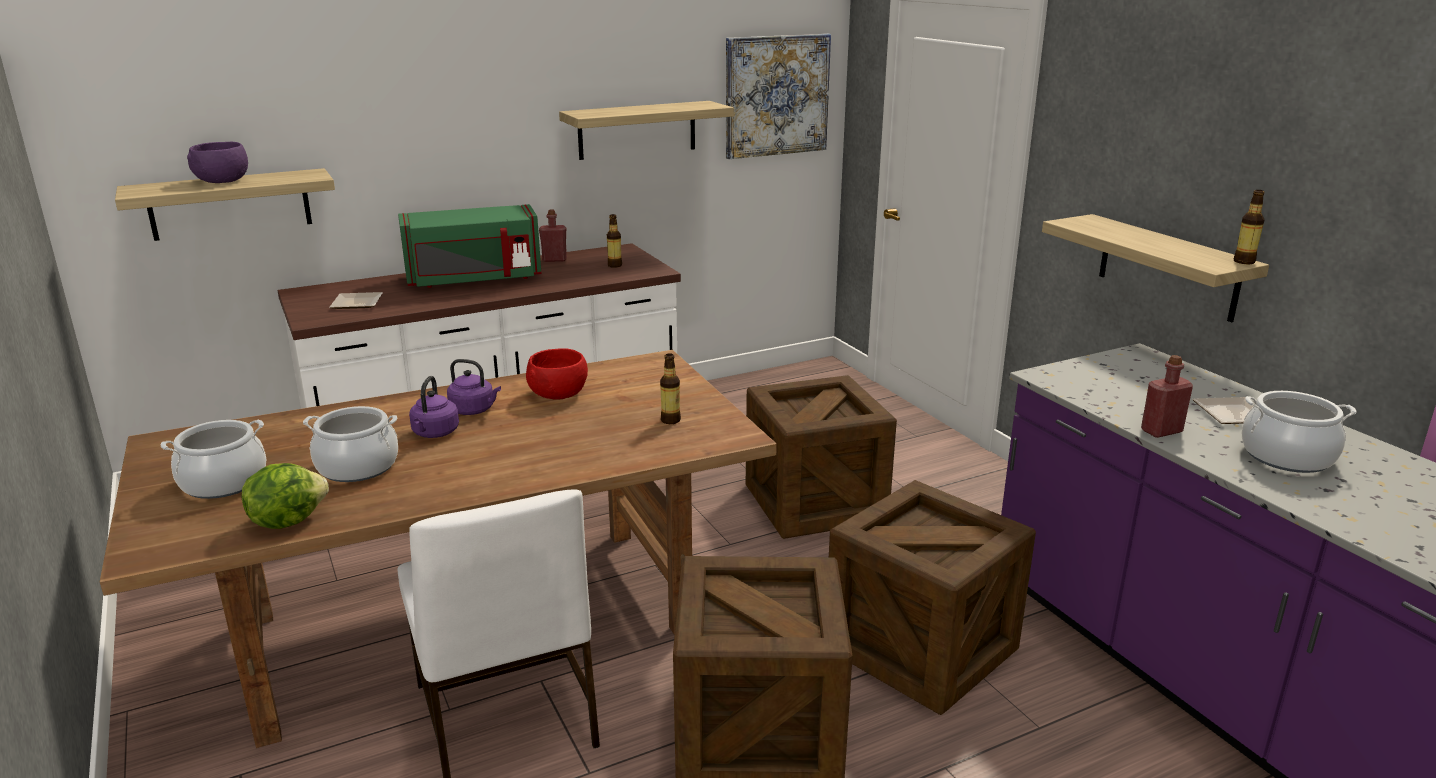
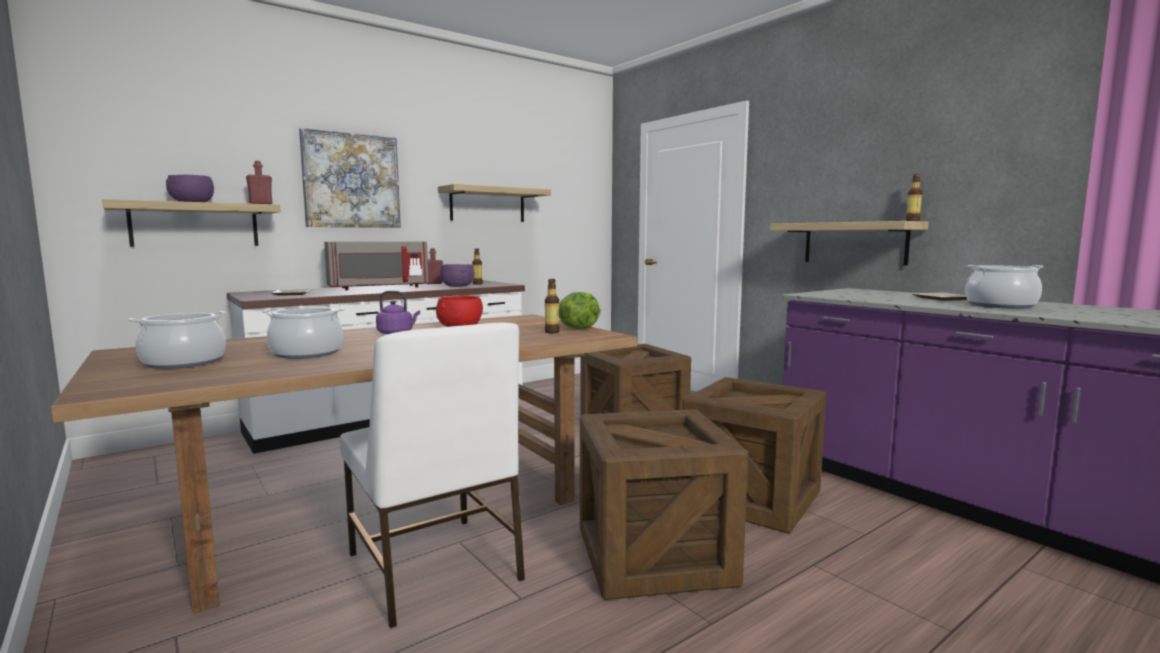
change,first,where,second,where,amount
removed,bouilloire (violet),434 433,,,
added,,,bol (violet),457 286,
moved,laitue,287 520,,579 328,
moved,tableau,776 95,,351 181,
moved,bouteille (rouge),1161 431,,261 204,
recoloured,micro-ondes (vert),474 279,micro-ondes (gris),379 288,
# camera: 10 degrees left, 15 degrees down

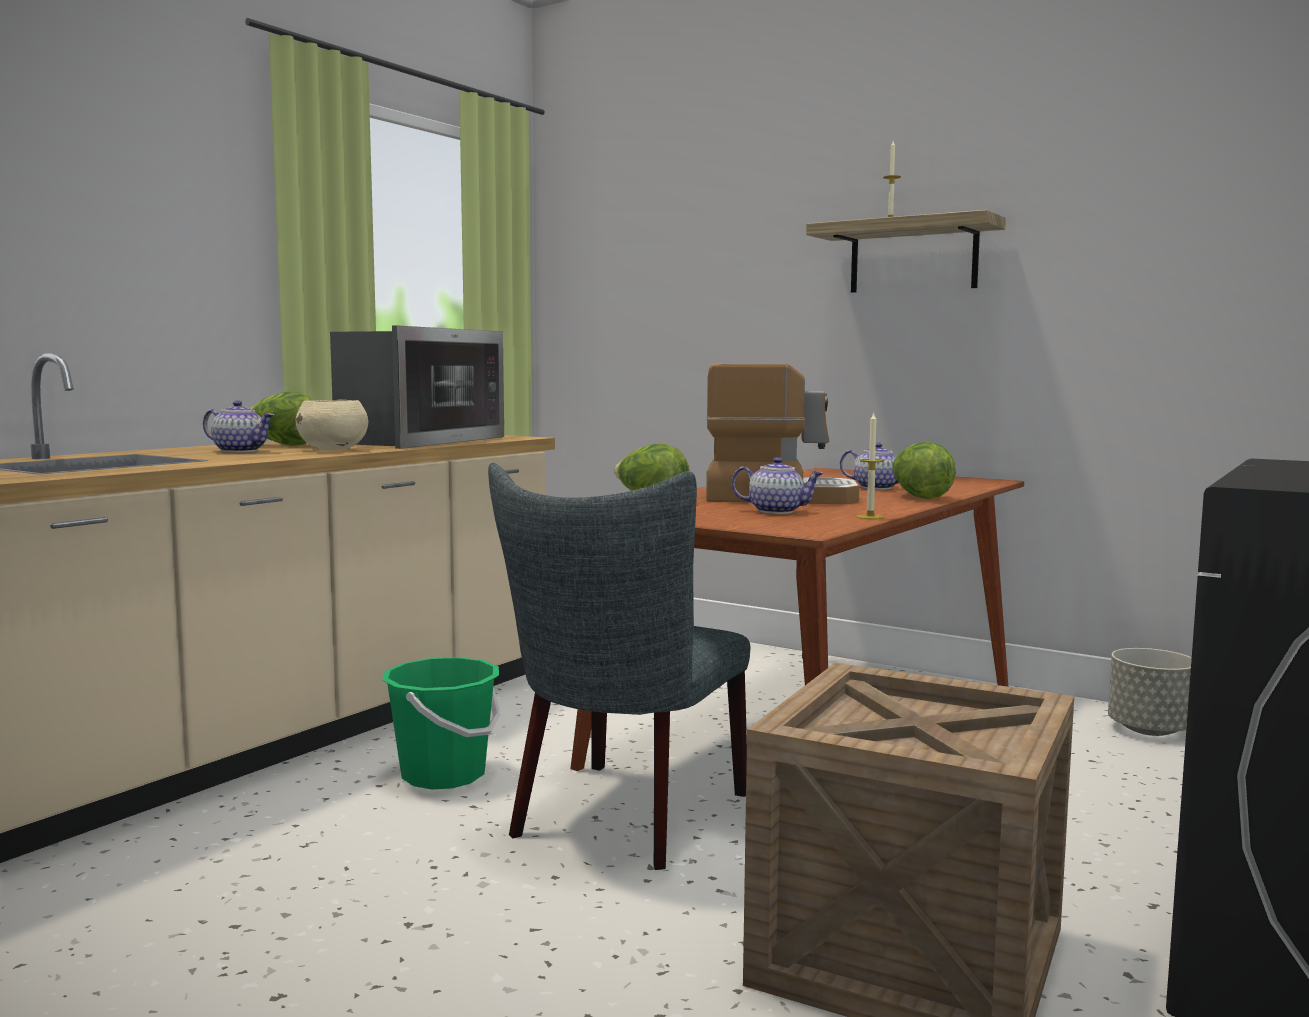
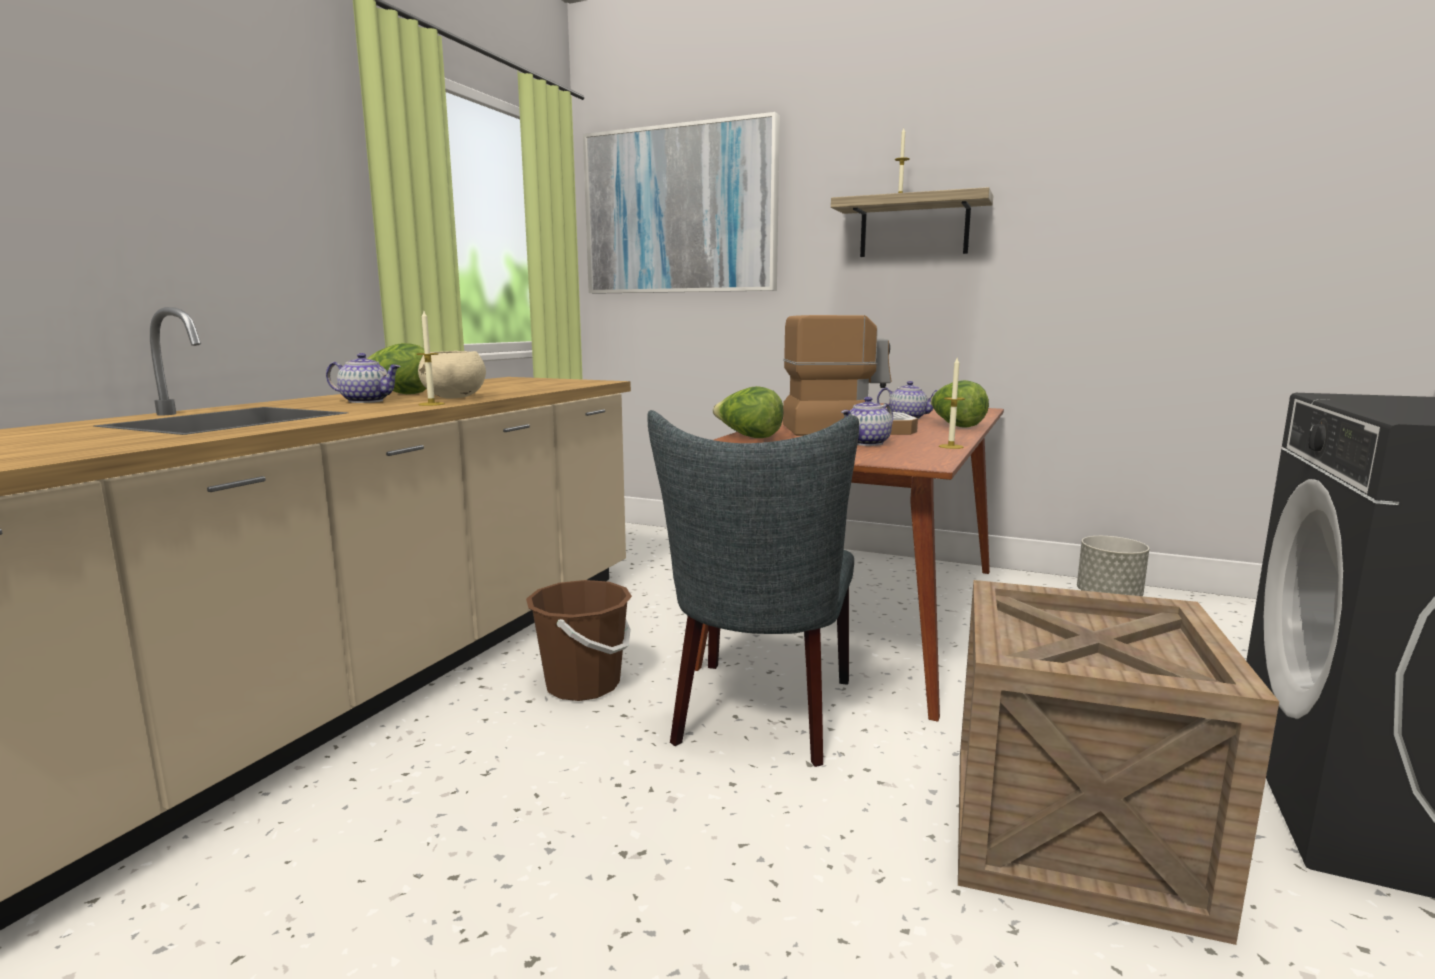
change,first,where,second,where,amount
removed,micro-ondes,418 440,,,
added,,,bougie,431 404,
added,,,tableau,680 211,
recoloured,seau (vert),444 775,seau (marron),583 685,
turned,théière,777 511,,867 443,135 degrees clockwise
# camera: 10 degrees left, 5 degrees up

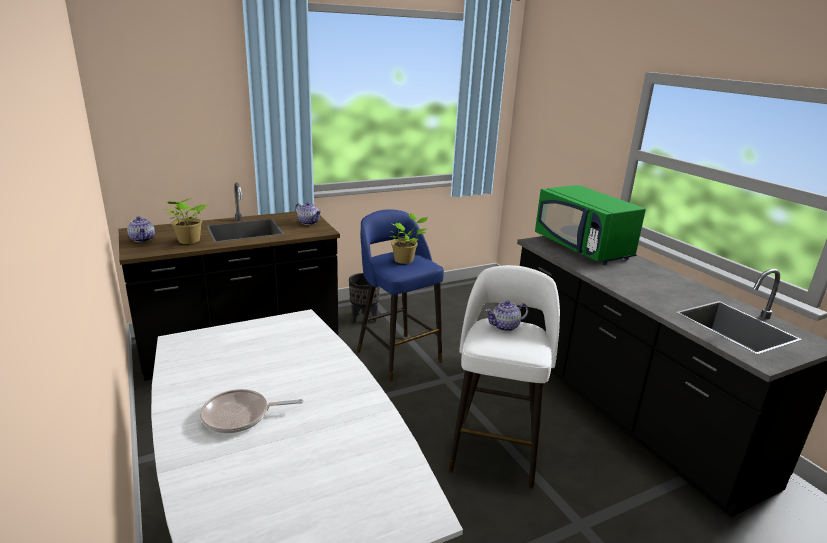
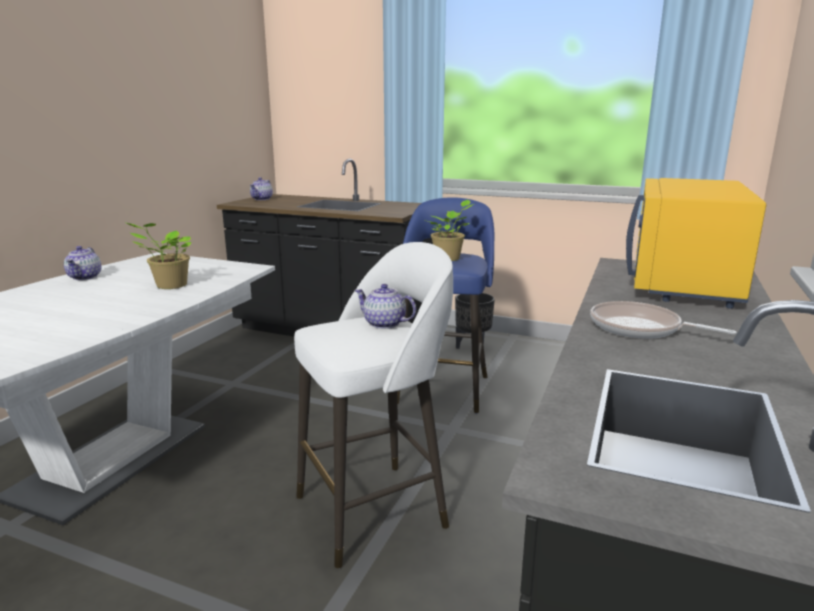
change,first,where,second,where,amount
moved,plante en pot,188 241,,169 286,
moved,poêle,240 416,,640 328,
moved,théière,309 222,,85 277,
recoloured,micro-ondes (vert),583 248,micro-ondes (jaune),683 282,
# camera: 50 degrees right, 5 degrees down

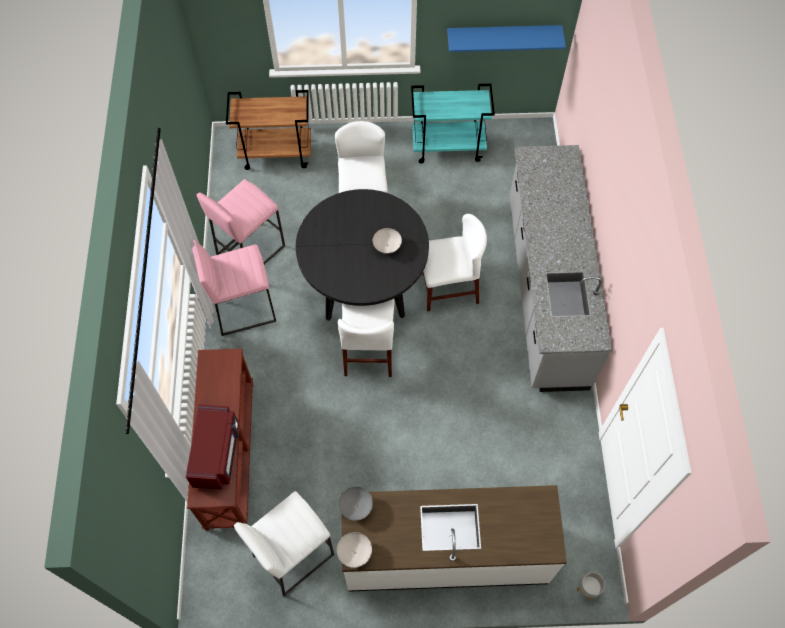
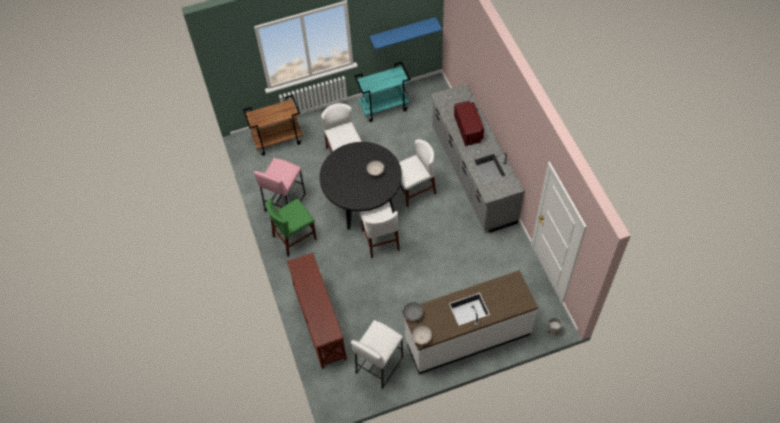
change,first,where,second,where,amount
moved,micro-ondes (rouge),217 453,,468 129,
replaced,tabouret (rose),244 308,chaise (vert),294 237,
# camera: 15 degrees left, 5 degrees down

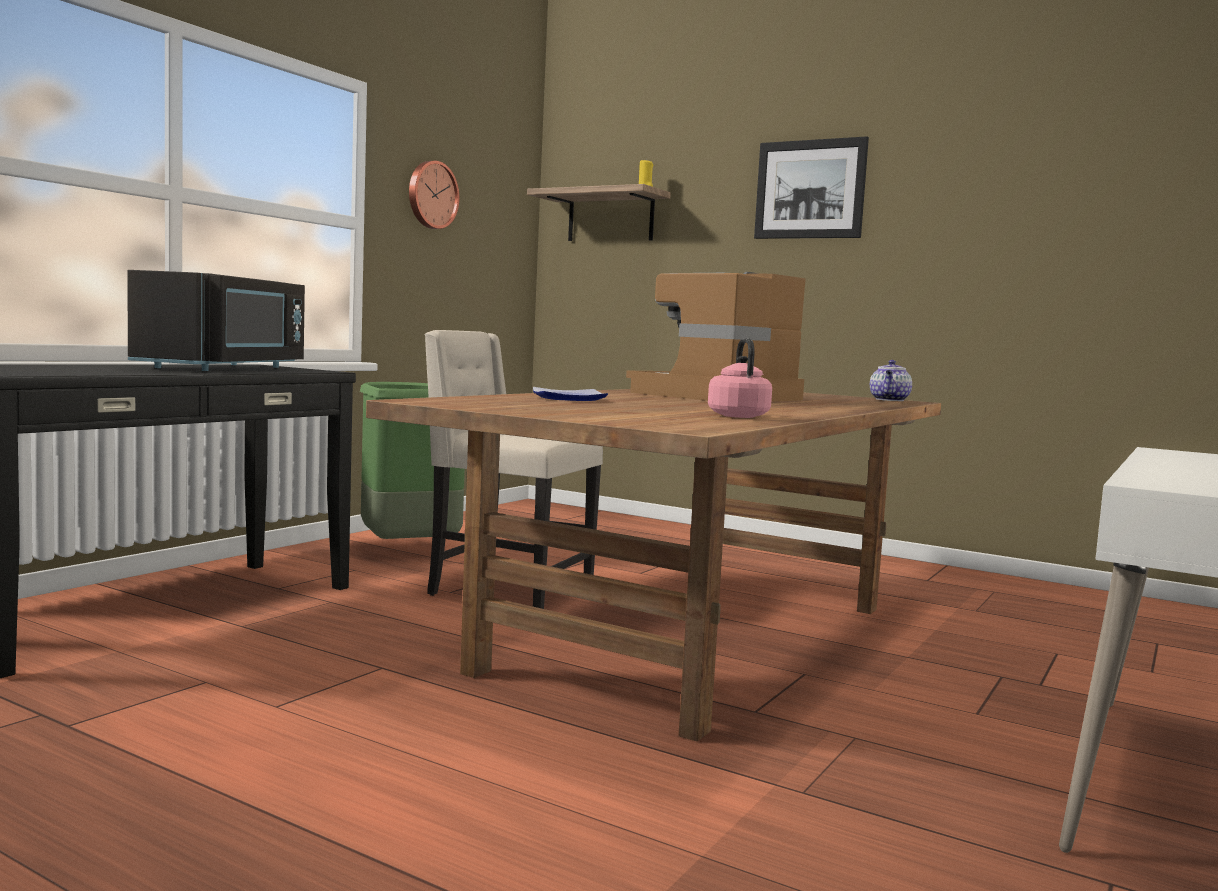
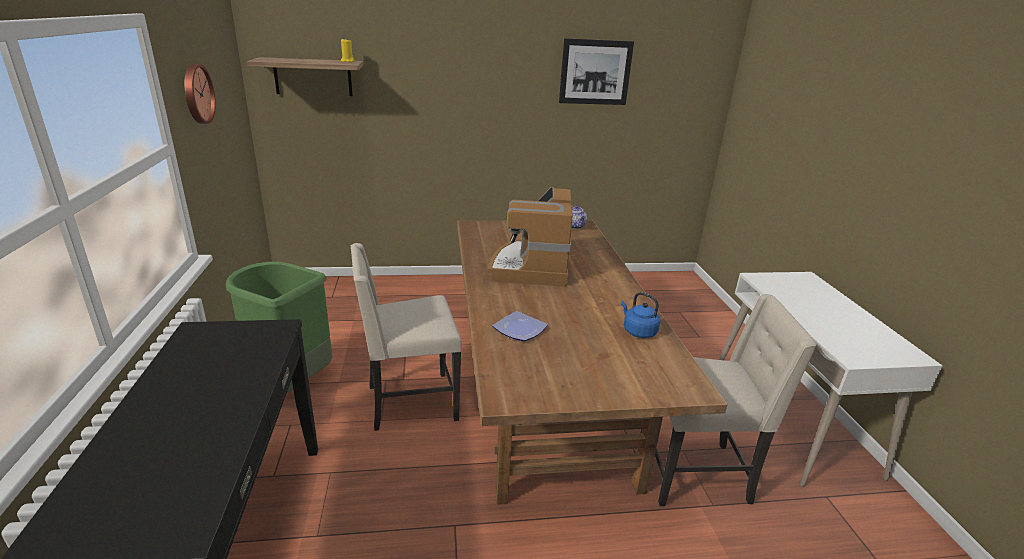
change,first,where,second,where,amount
removed,micro-ondes (noir),226 368,,,
added,,,chaise (beige),695 472,
moved,tableau,810 189,,595 72,
recoloured,bouilloire (rose),737 416,bouilloire (bleu),638 331,
# camera: 40 degrees left, 20 degrees up

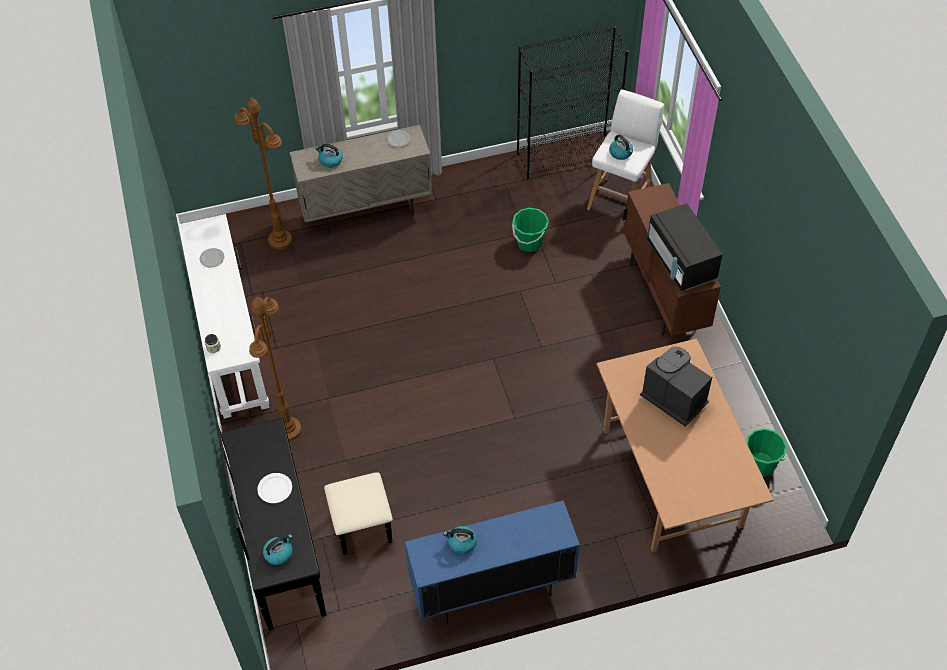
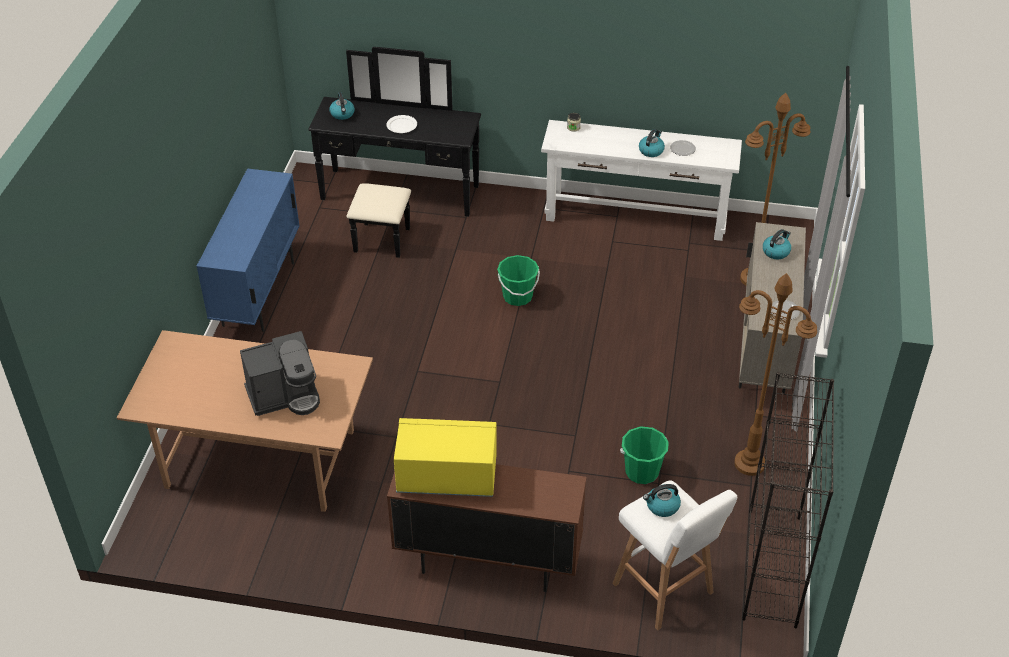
change,first,where,second,where,amount
moved,lampadaire (marron),288 429,,750 463,
moved,bouilloire,461 543,,651 150,
moved,seau (vert),760 464,,517 296,
recoloured,micro-ondes (noir),681 262,micro-ondes (jaune),446 476,
# camera: 115 degrees right, 10 degrees down

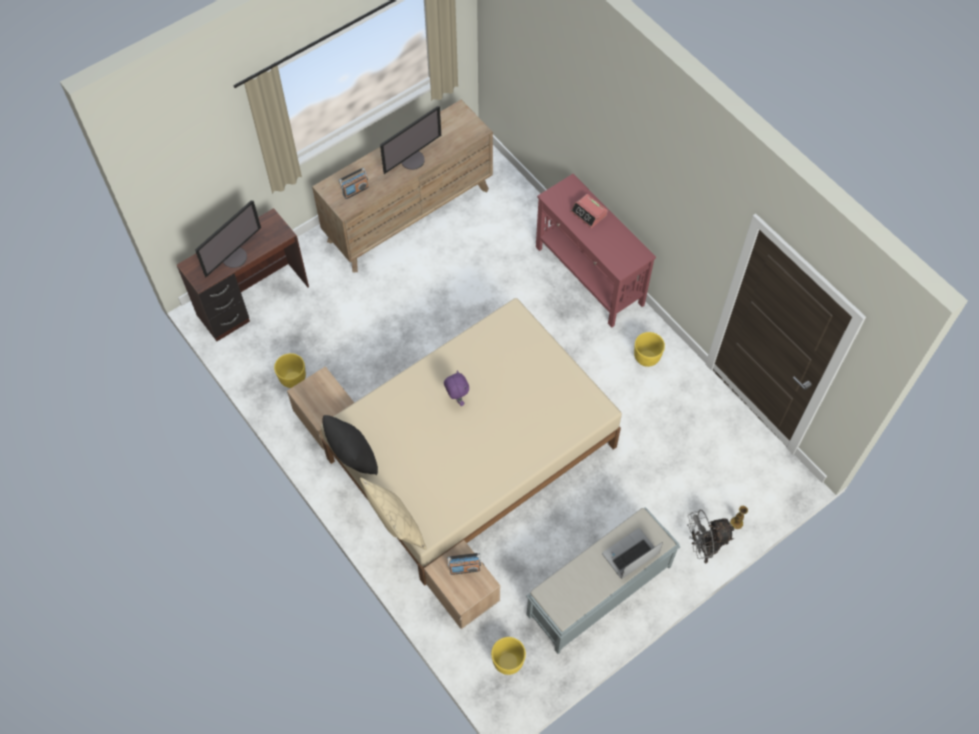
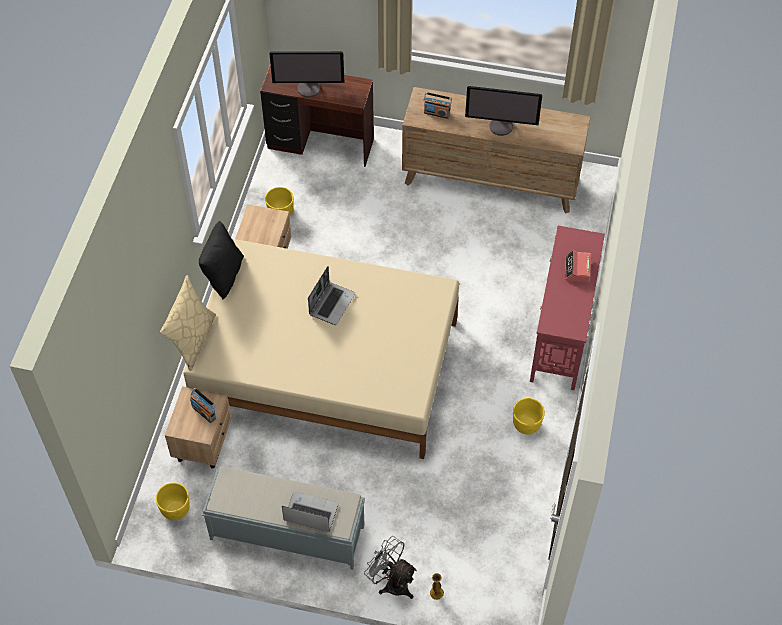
change,first,where,second,where,amount
replaced,peluche (violet),456 398,ordinateur portable,332 303,
# camera: 50 degrees right, 5 degrees down

